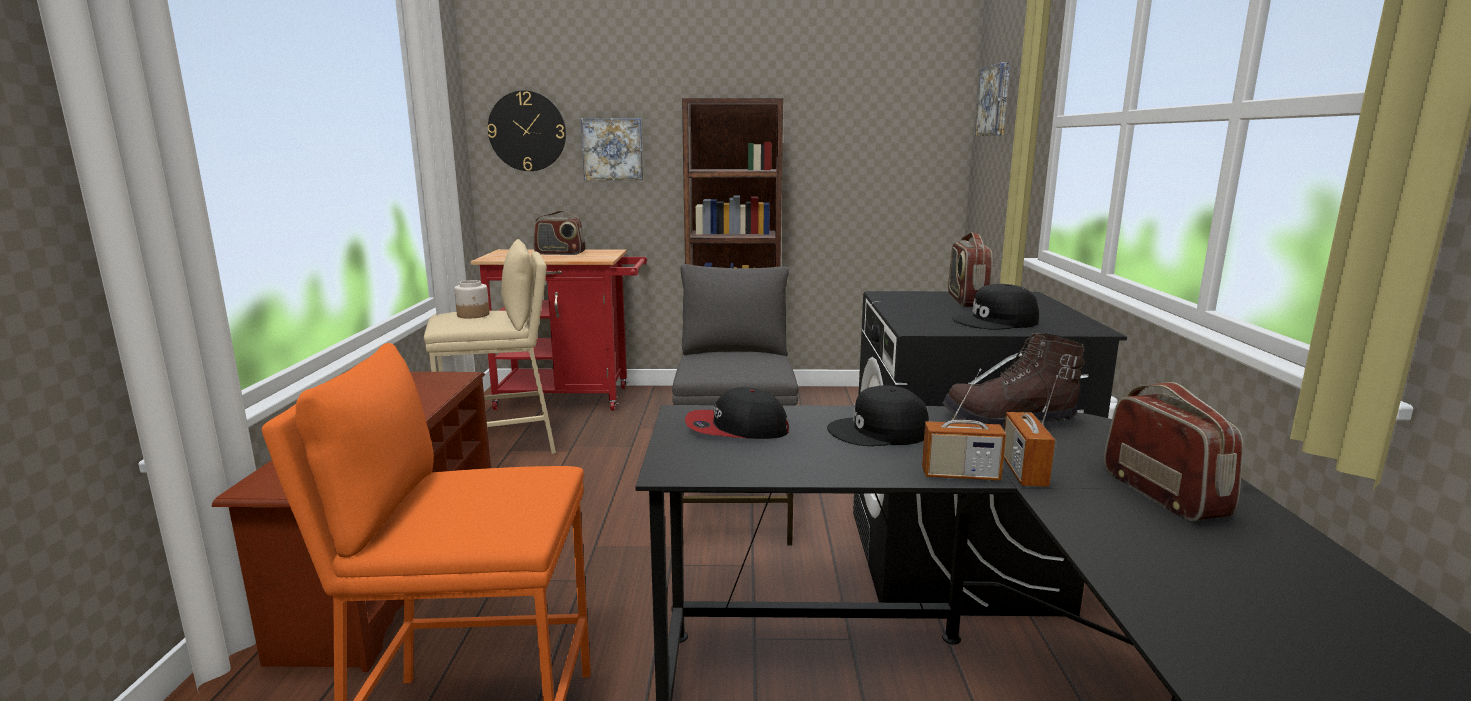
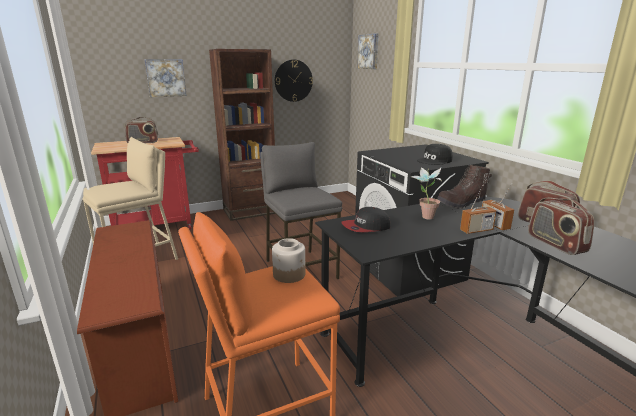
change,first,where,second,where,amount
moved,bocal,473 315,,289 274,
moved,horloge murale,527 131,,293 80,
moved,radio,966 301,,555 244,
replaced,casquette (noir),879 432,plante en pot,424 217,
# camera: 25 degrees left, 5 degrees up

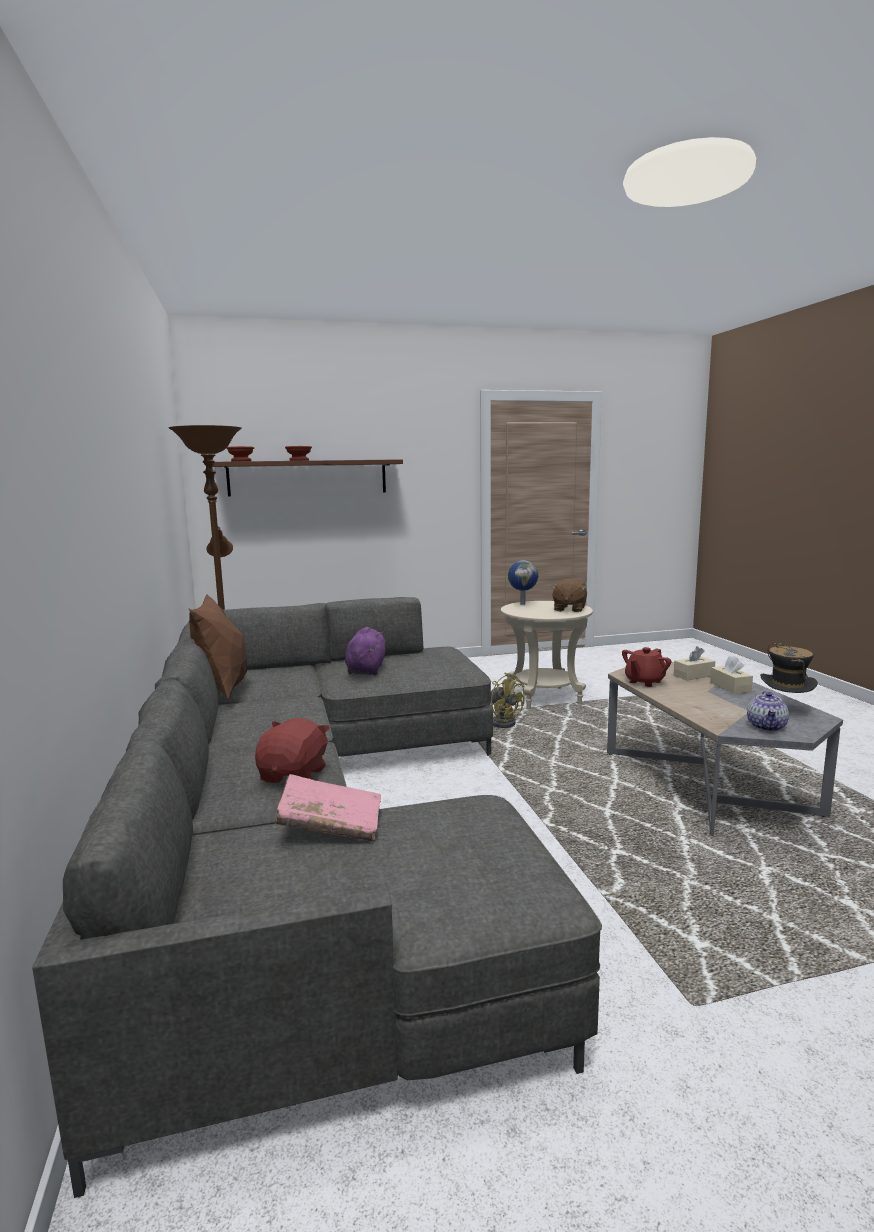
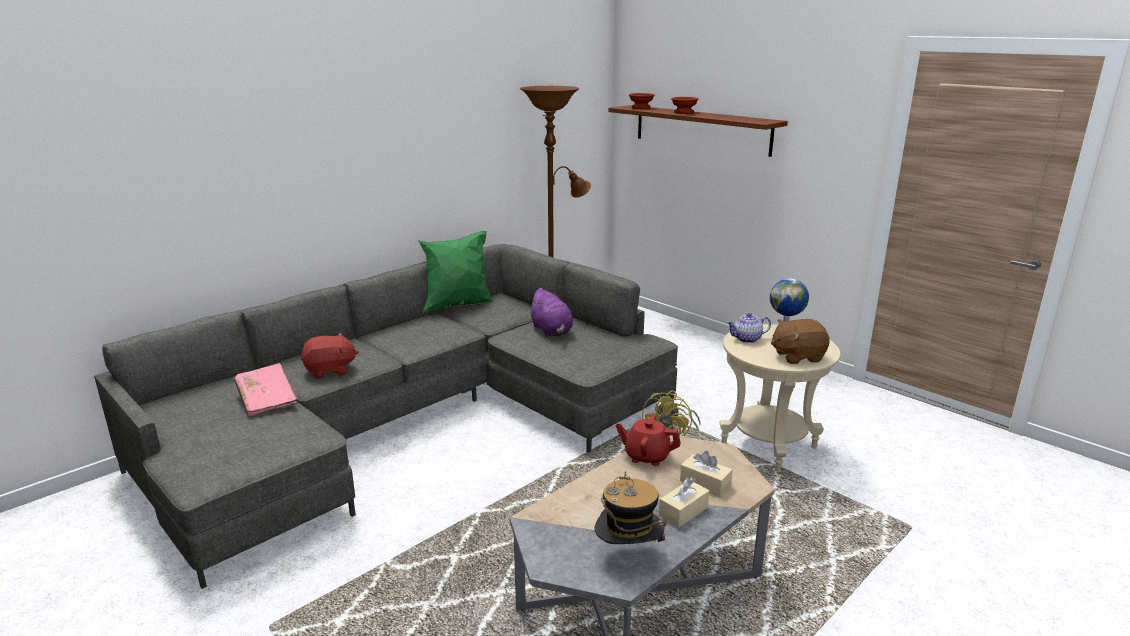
change,first,where,second,where,amount
moved,théière,767 727,,747 339,
recoloured,coussin (marron),223 691,coussin (vert),458 306,
turned,peluche (violet),366 669,,552 331,90 degrees clockwise
# camera: 60 degrees right, 10 degrees up

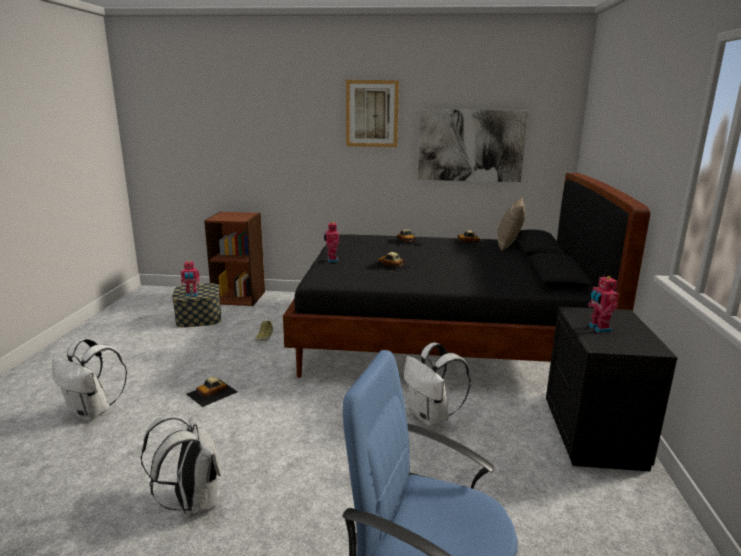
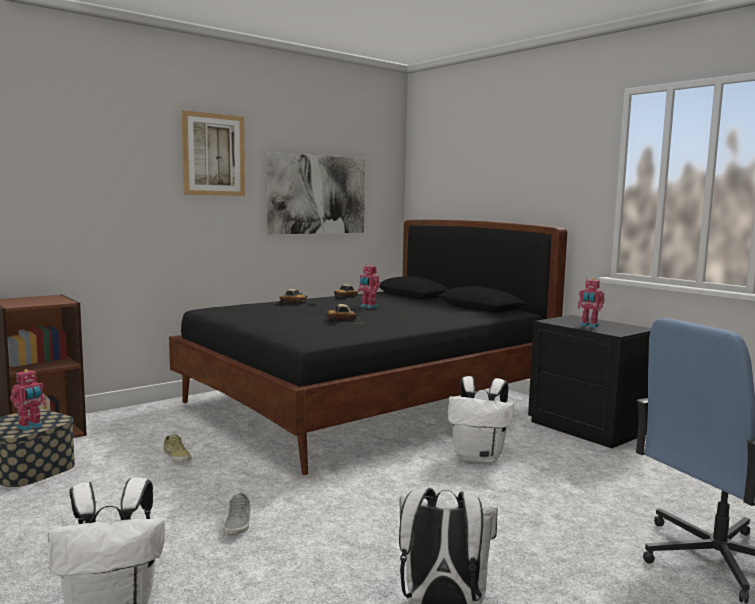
change,first,where,second,where,amount
removed,coussin (beige),508 245,,,
moved,robot jouet,331 260,,368 307,
replaced,petite voiture,212 393,chaussure (gris),239 524,
# camera: 45 degrees left, 10 degrees down

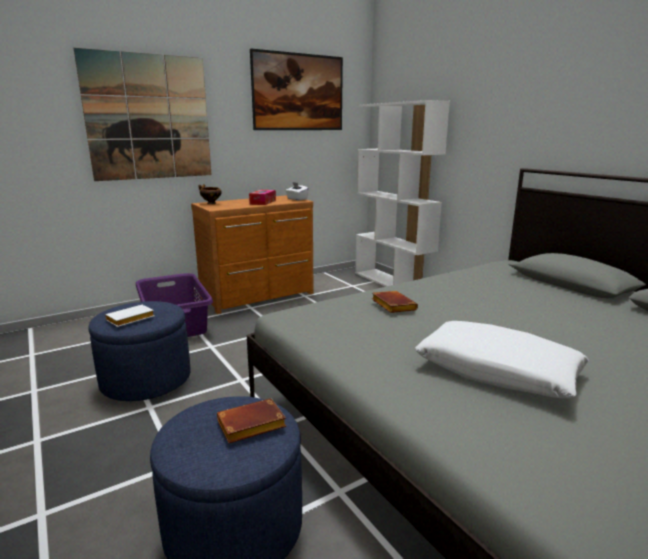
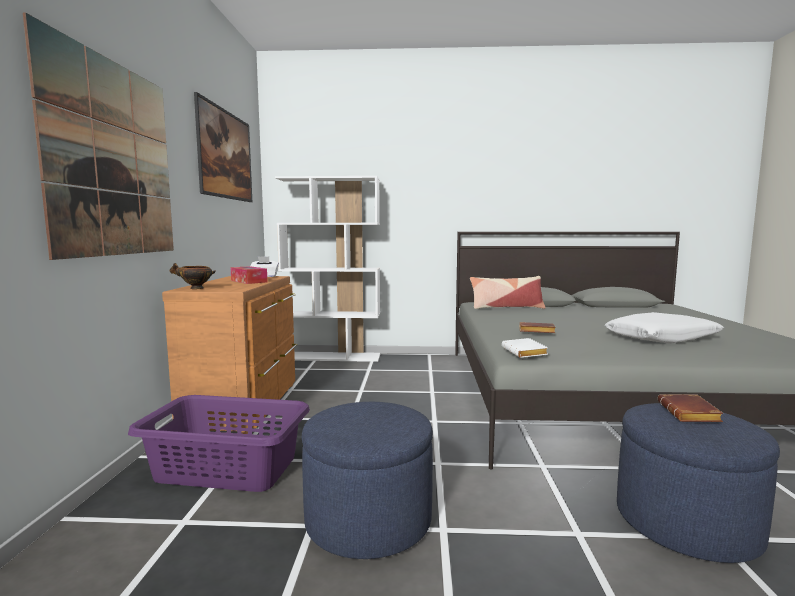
change,first,where,second,where,amount
added,,,coussin,506 307,
moved,livre (blanc),130 320,,526 352,
# camera: 55 degrees left, 10 degrees down

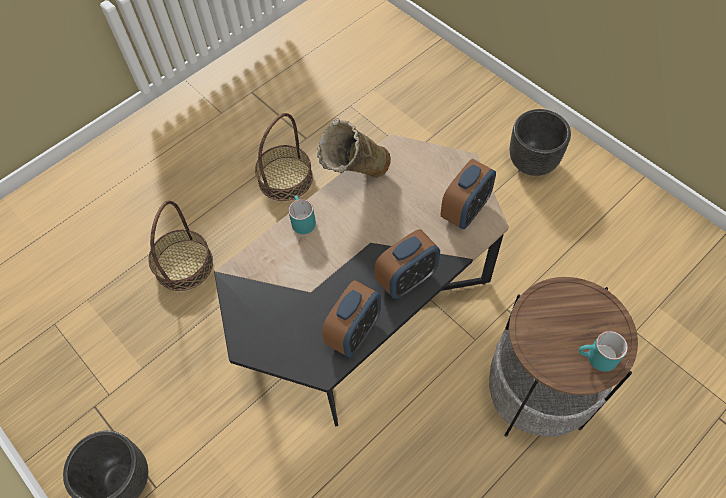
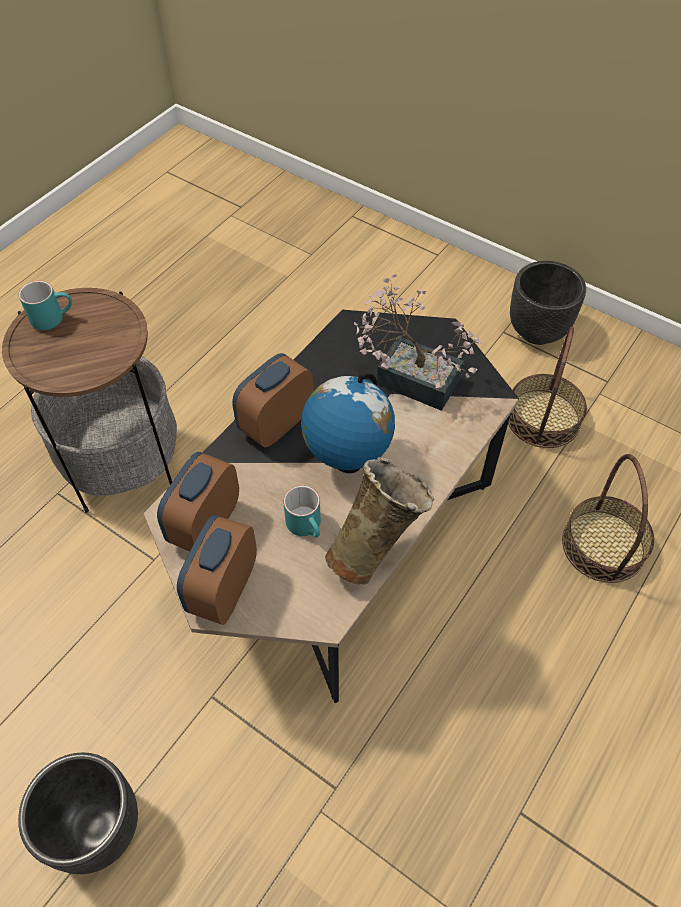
change,first,where,second,where,amount
added,,,globe,347 462,
added,,,plante en pot,410 377,
moved,panier,285 178,,543 418,
moved,mug (turquoise),301 220,,307 526,
moved,réveil,354 332,,223 589,
# camera: 165 degrees right, 5 degrees down

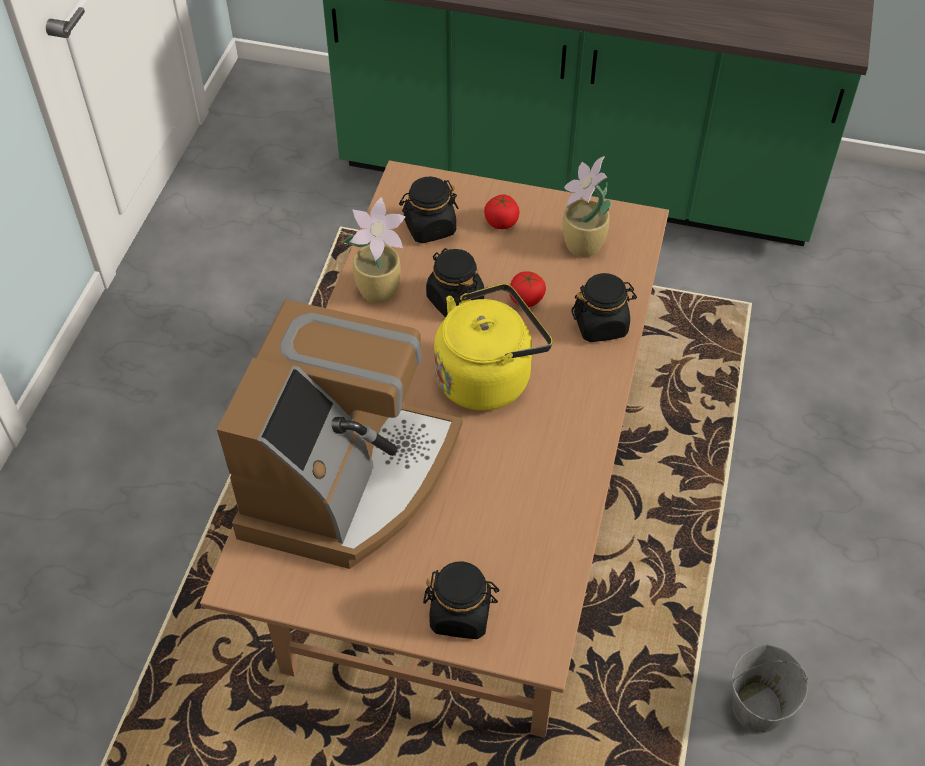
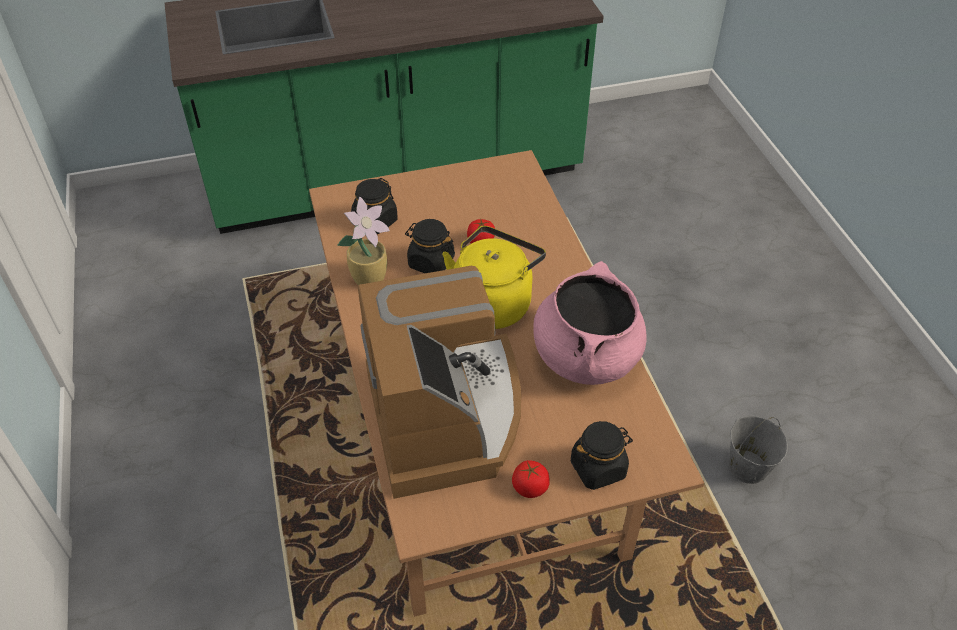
change,first,where,second,where,amount
removed,plante en pot,582 246,,,
removed,bocal (noir),601 324,,,
added,,,marmite (rose),586 356,
moved,tomate,501 222,,530 487,
# camera: 30 degrees left, 5 degrees down

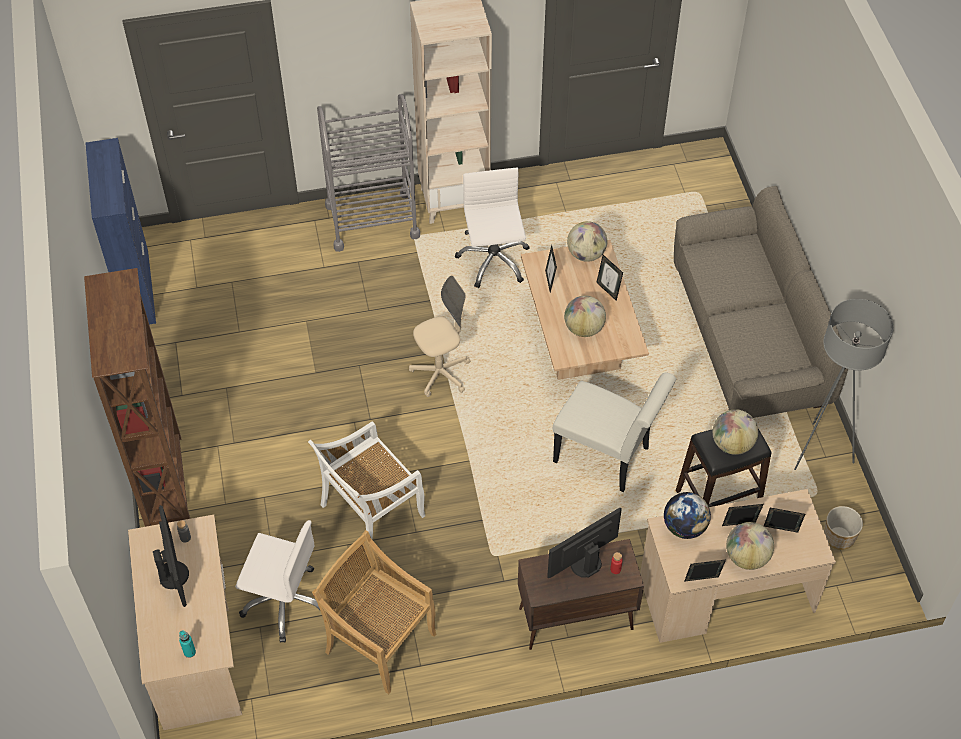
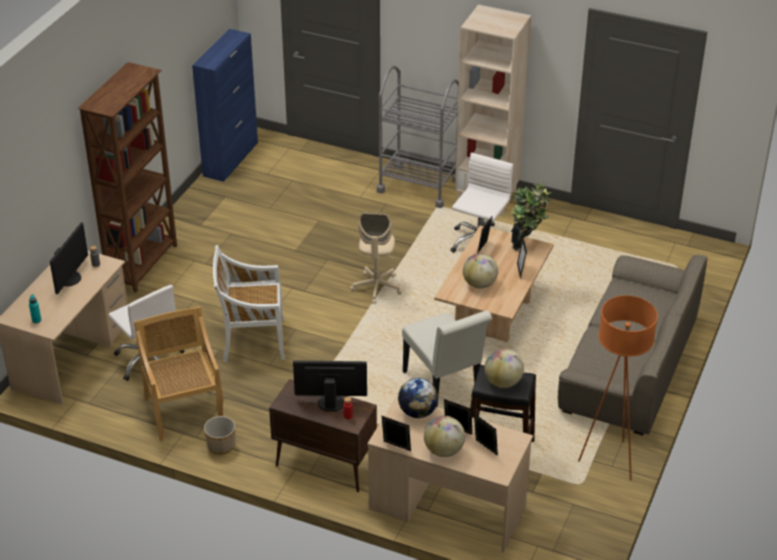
change,first,where,second,where,amount
moved,cache-pot,839 536,,221 445,
replaced,globe,586 254,plante en pot,526 244,
recoloured,lampadaire (gris),819 452,lampadaire (orange),609 461,
turned,chaise de bureau (beige),441 374,,377 288,90 degrees clockwise
# camera: 35 degrees right, 15 degrees down

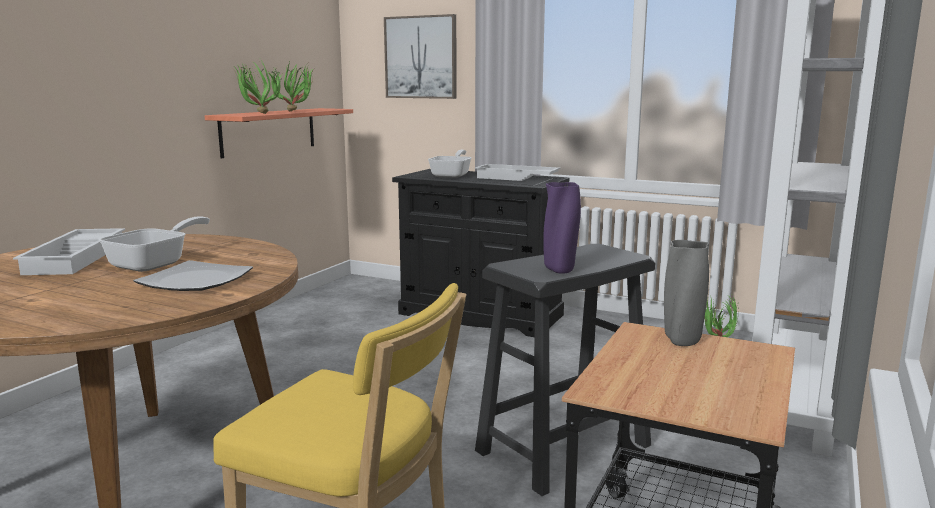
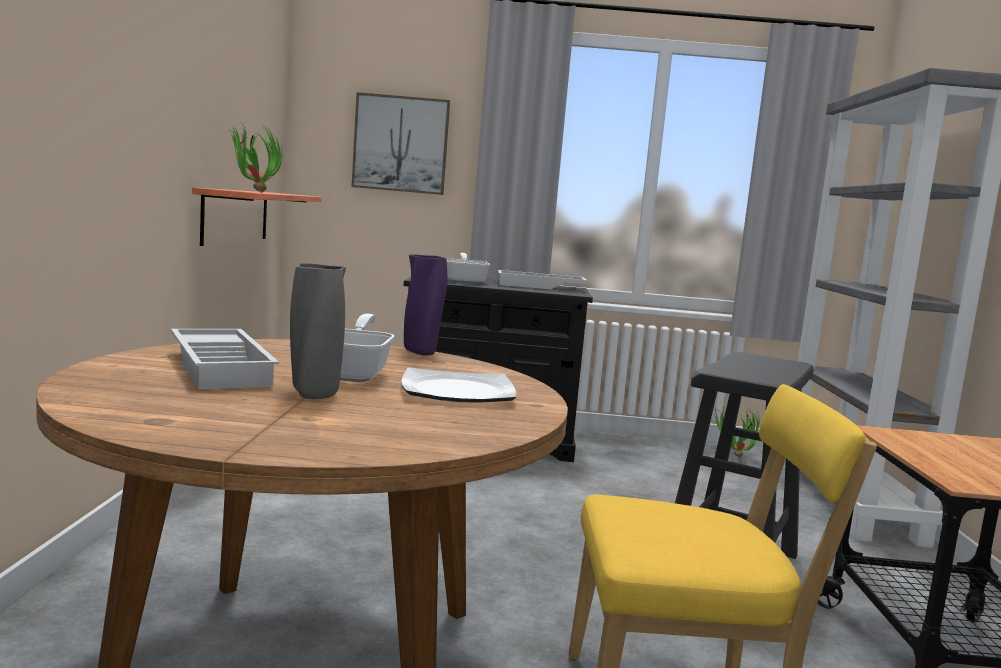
change,first,where,second,where,amount
removed,plante en pot,297 111,,,
moved,vase (violet),560 270,,421 353,
moved,vase (gris),682 341,,314 395,
# camera: 25 degrees left, 5 degrees down

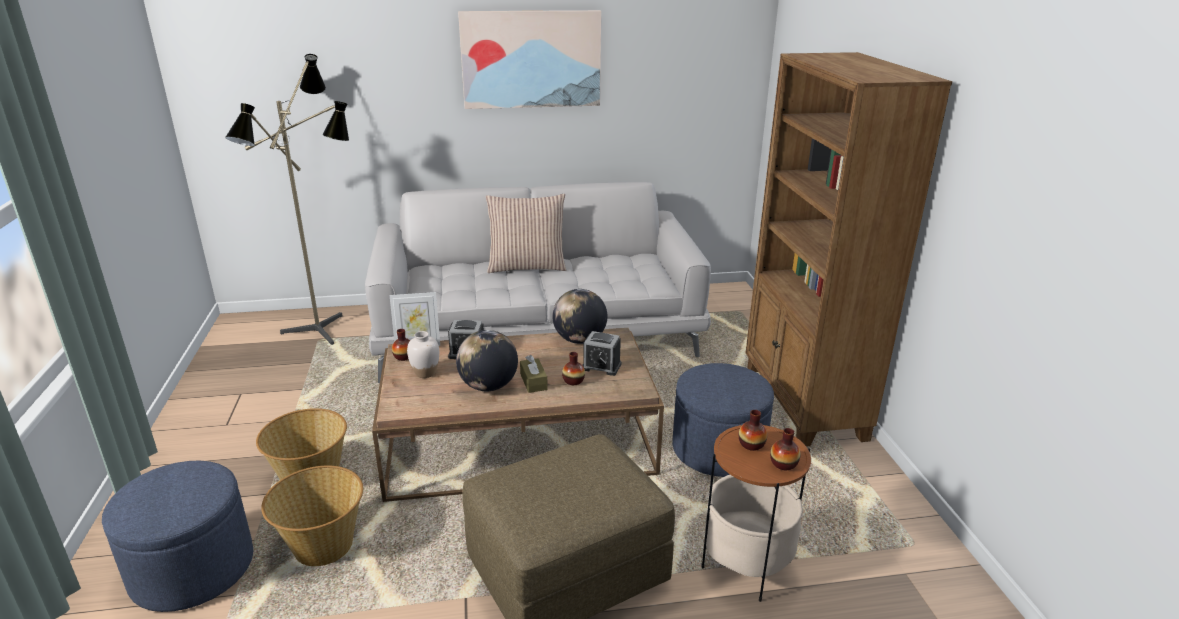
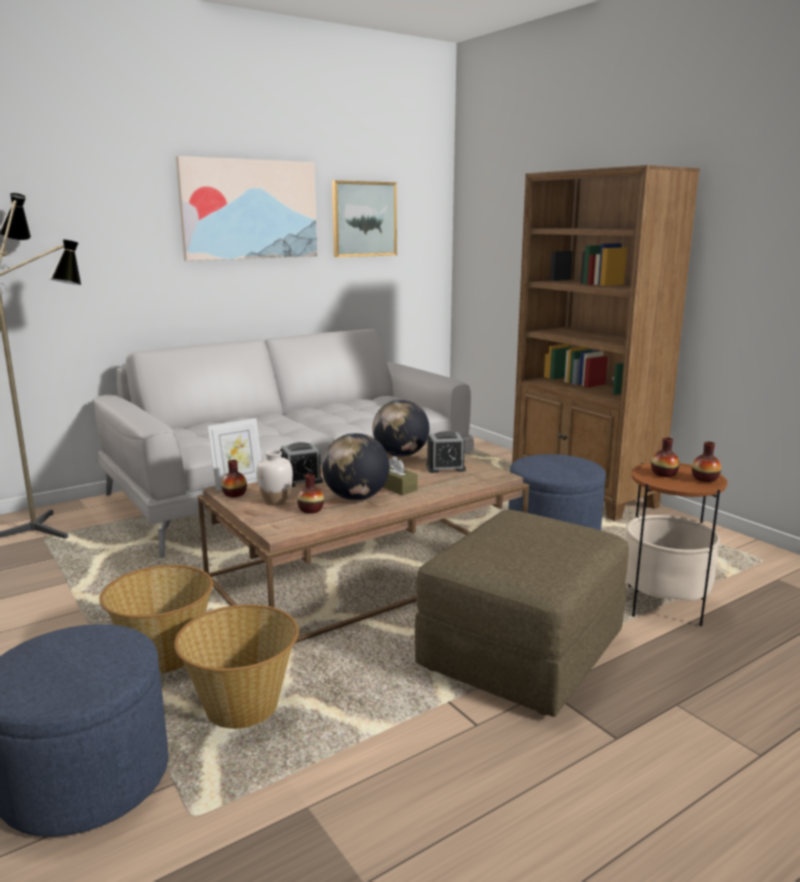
change,first,where,second,where,amount
removed,coussin,527 266,,,
added,,,tableau,364 219,
moved,vase,573 381,,311 510,
# camera: 25 degrees left, 10 degrees down

